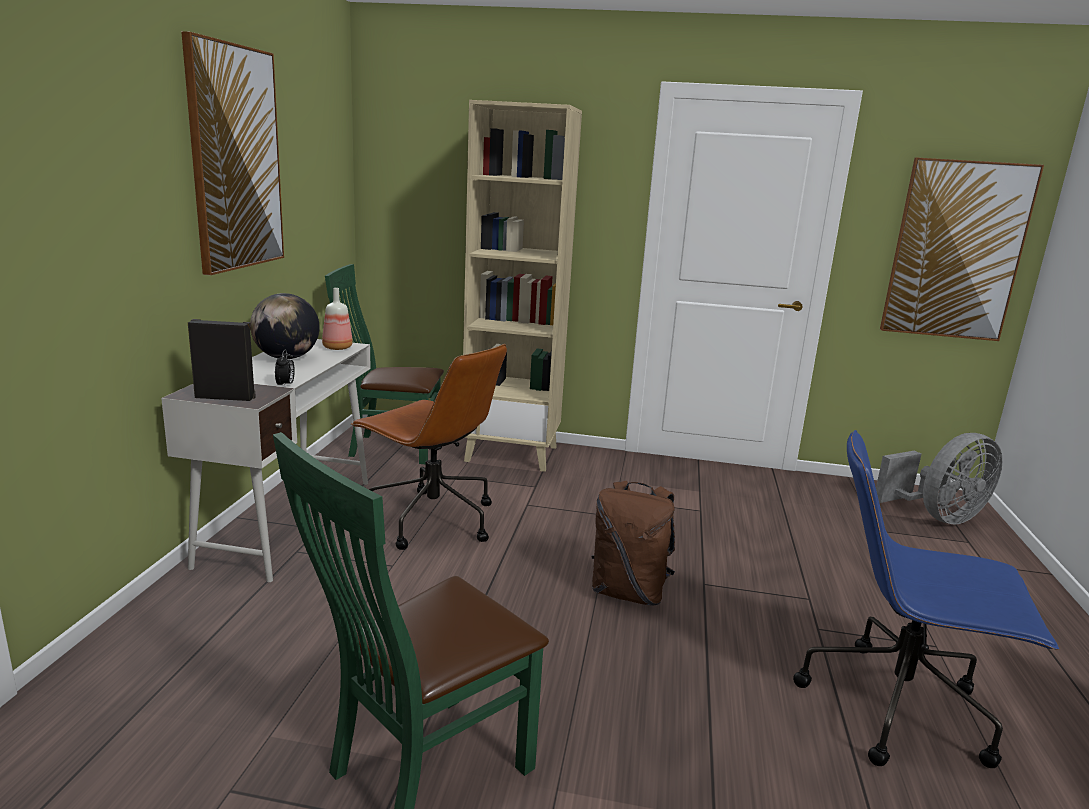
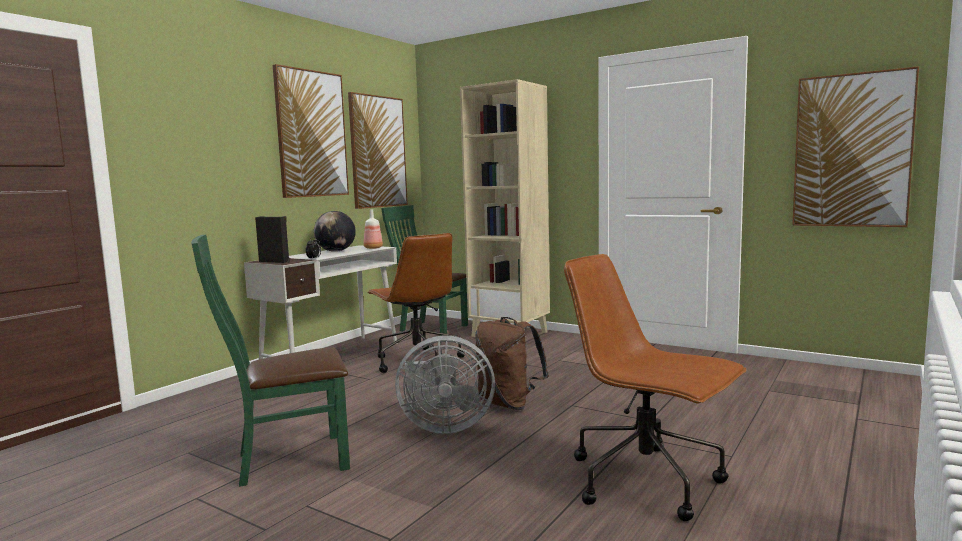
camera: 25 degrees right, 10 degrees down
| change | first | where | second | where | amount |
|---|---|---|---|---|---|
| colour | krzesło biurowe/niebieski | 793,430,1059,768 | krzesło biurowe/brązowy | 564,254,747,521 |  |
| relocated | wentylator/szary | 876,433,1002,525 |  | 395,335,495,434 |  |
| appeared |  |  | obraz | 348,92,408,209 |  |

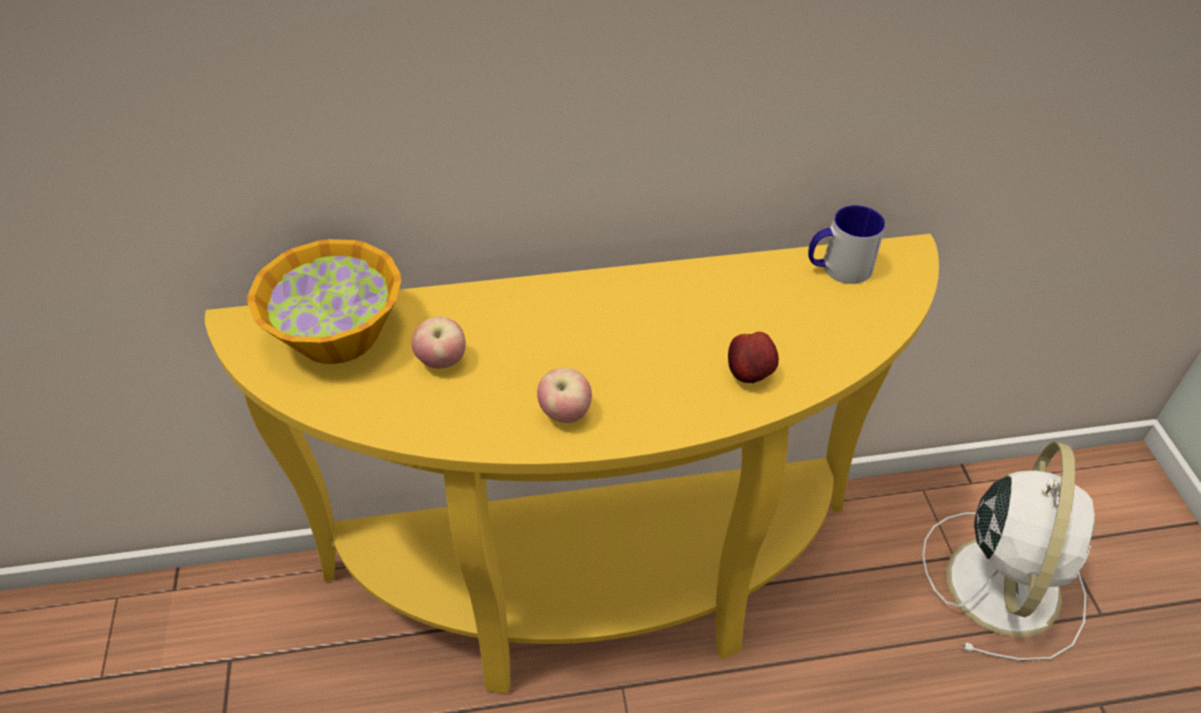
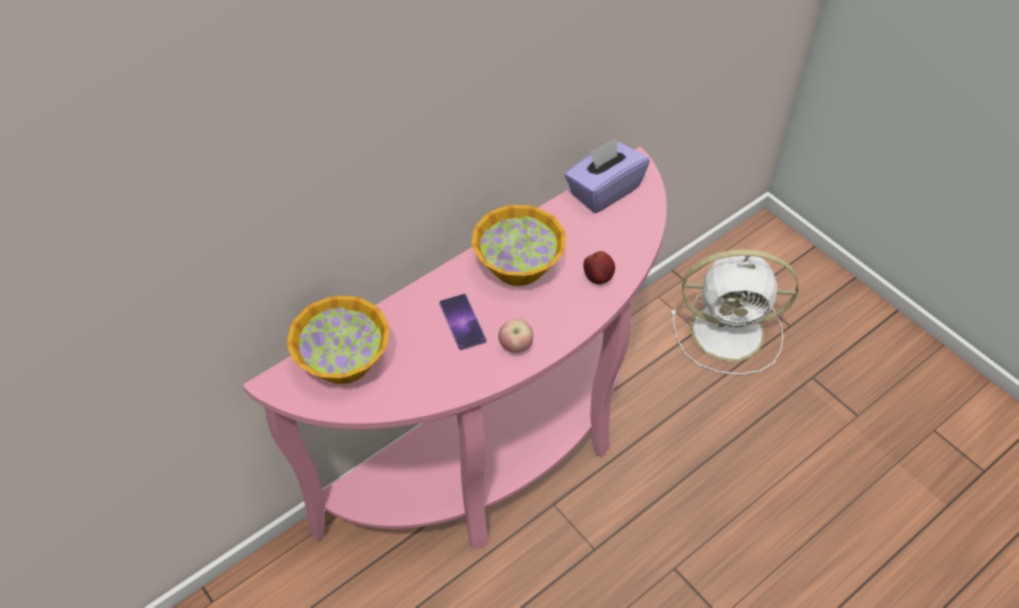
camera: 30 degrees left, 5 degrees up
| change | first | where | second | where | amount |
|---|---|---|---|---|---|
| exchanged | kubek | 808,205,885,284 | pudełko chusteczek/fioletowy | 565,138,650,213 |  |
| colour | stolik konsolowy/żółty | 205,234,939,694 | stolik konsolowy/różowy | 243,147,667,550 |  |
| missing | jabłko | 412,316,466,369 |  |  |  |
| spun | wentylator/biały | 922,442,1095,661 |  | 671,249,798,375 | 105 degrees clockwise |
| appeared |  |  | miska | 472,205,566,286 |  |
| appeared |  |  | telefon | 439,294,487,350 |  |

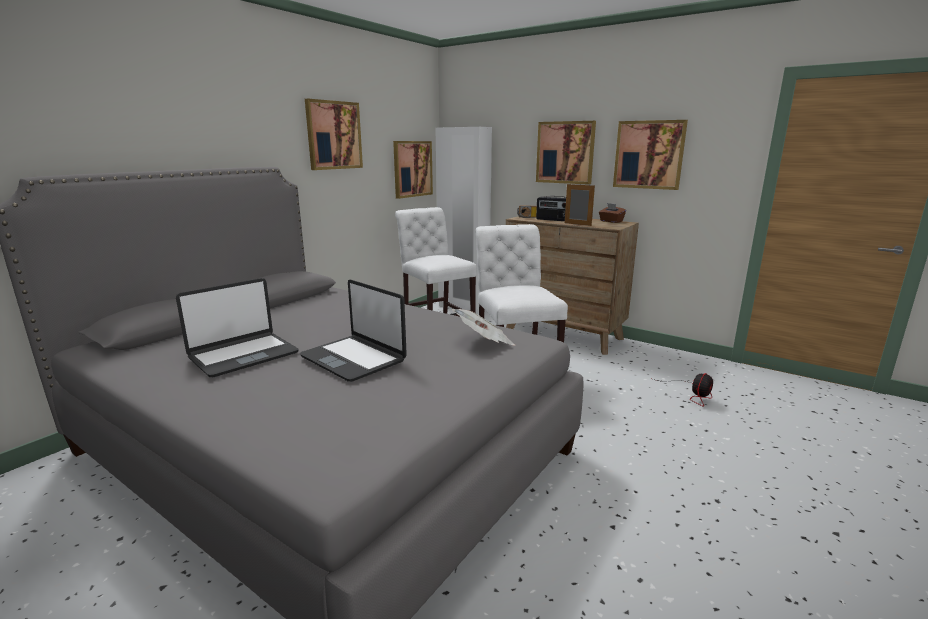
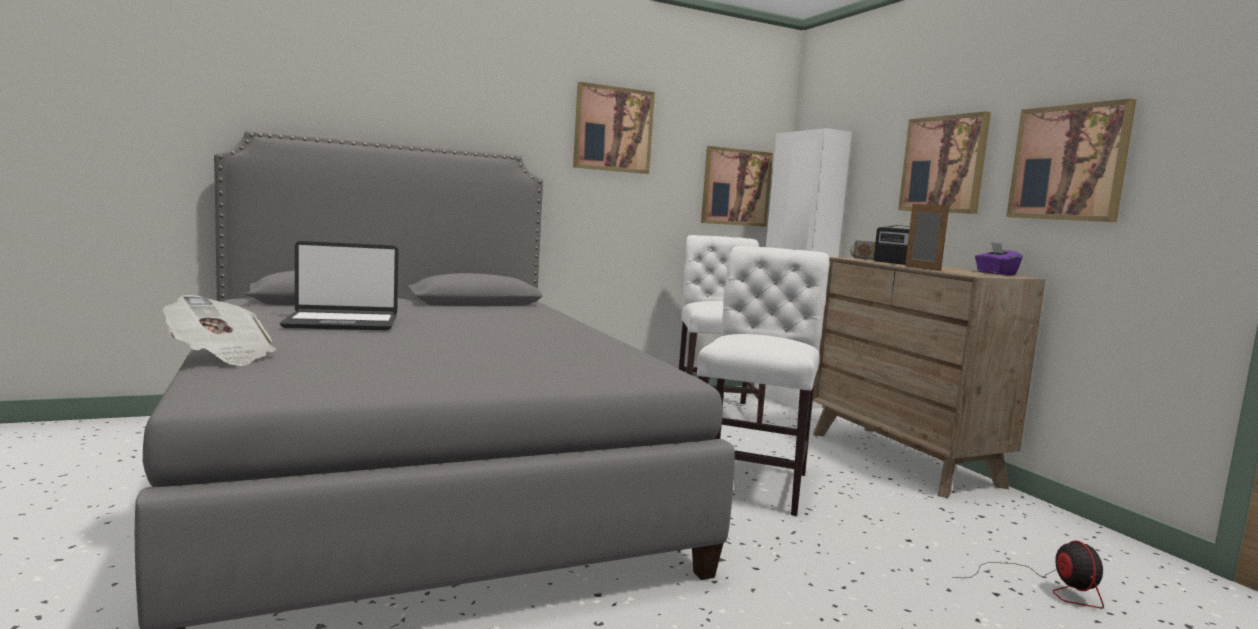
camera: 30 degrees right, 10 degrees down
| change | first | where | second | where | amount |
|---|---|---|---|---|---|
| colour | pudełko chusteczek/brązowy | 599,203,626,223 | pudełko chusteczek/fioletowy | 975,242,1023,275 |  |
| missing | laptop | 300,280,407,382 |  |  |  |
| relocated | gazeta | 452,309,515,345 |  | 163,295,276,366 |  |
| spun | wentylator | 653,373,713,407 |  | 952,541,1104,609 | 75 degrees counterclockwise |

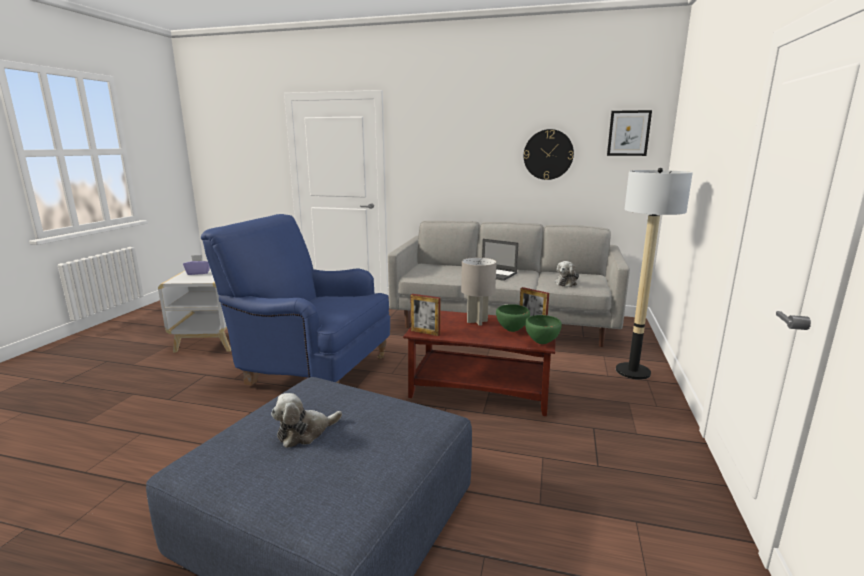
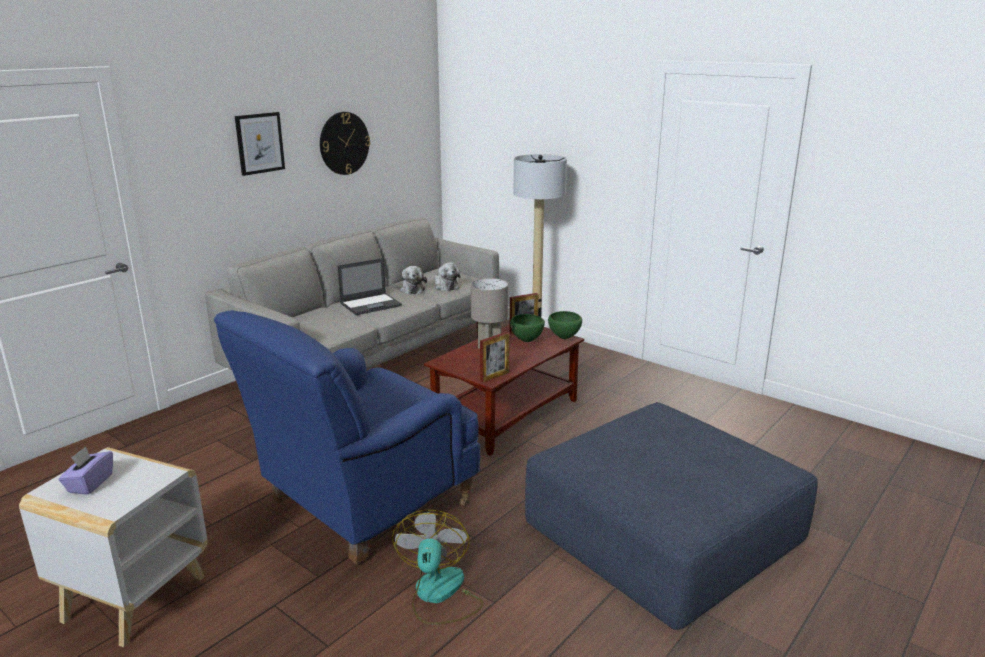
camera: 65 degrees left, 5 degrees up
| change | first | where | second | where | amount |
|---|---|---|---|---|---|
| relocated | obraz | 607,110,652,156 |  | 235,112,285,176 |  |
| relocated | pluszak | 271,393,342,448 |  | 400,266,427,294 |  |
| appeared |  |  | wentylator | 392,510,484,624 |  |

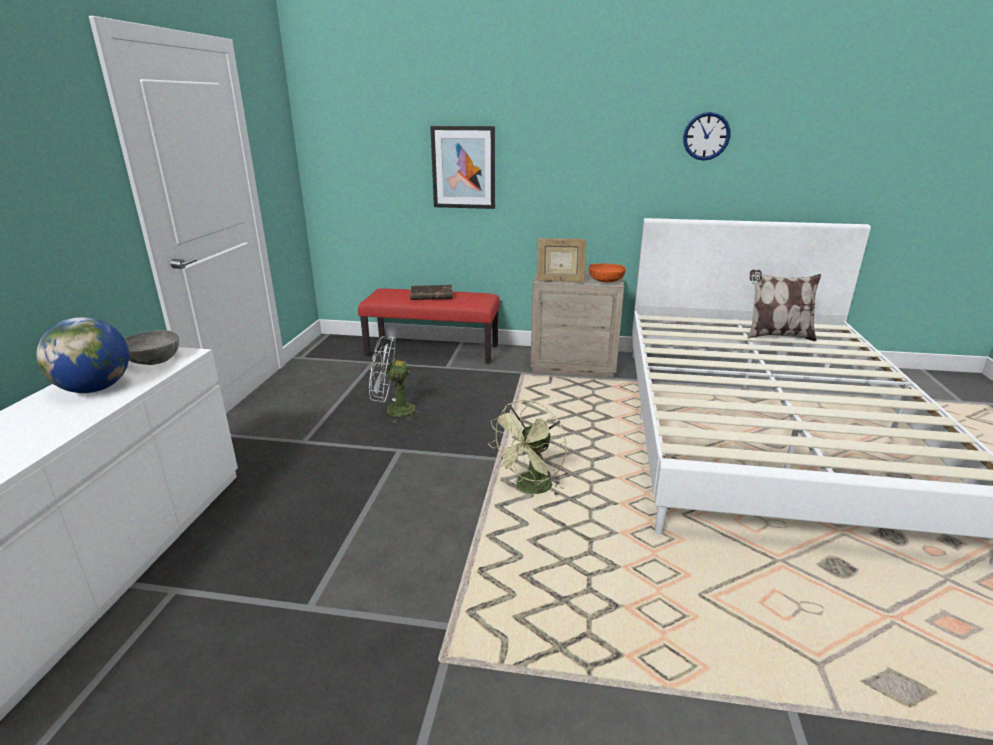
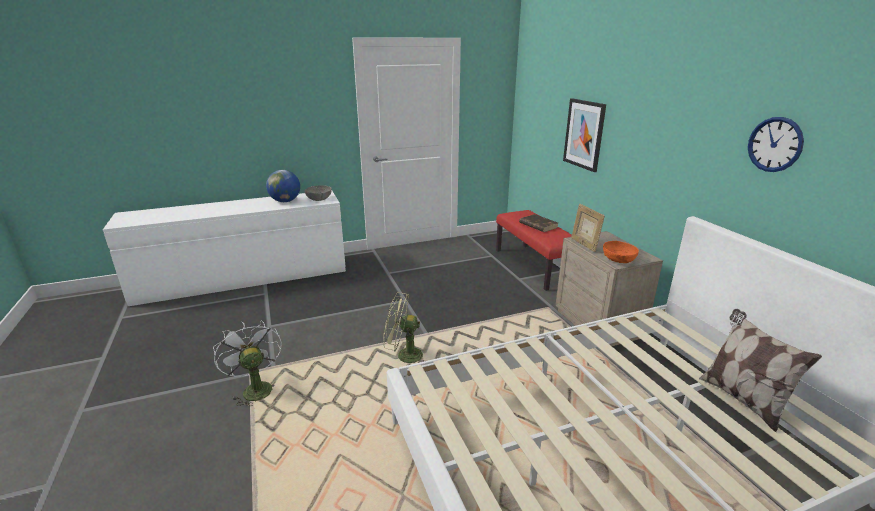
camera: 60 degrees right, 0 degrees up
| change | first | where | second | where | amount |
|---|---|---|---|---|---|
| relocated | wentylator/biały | 369,336,424,423 |  | 213,320,282,406 |  |

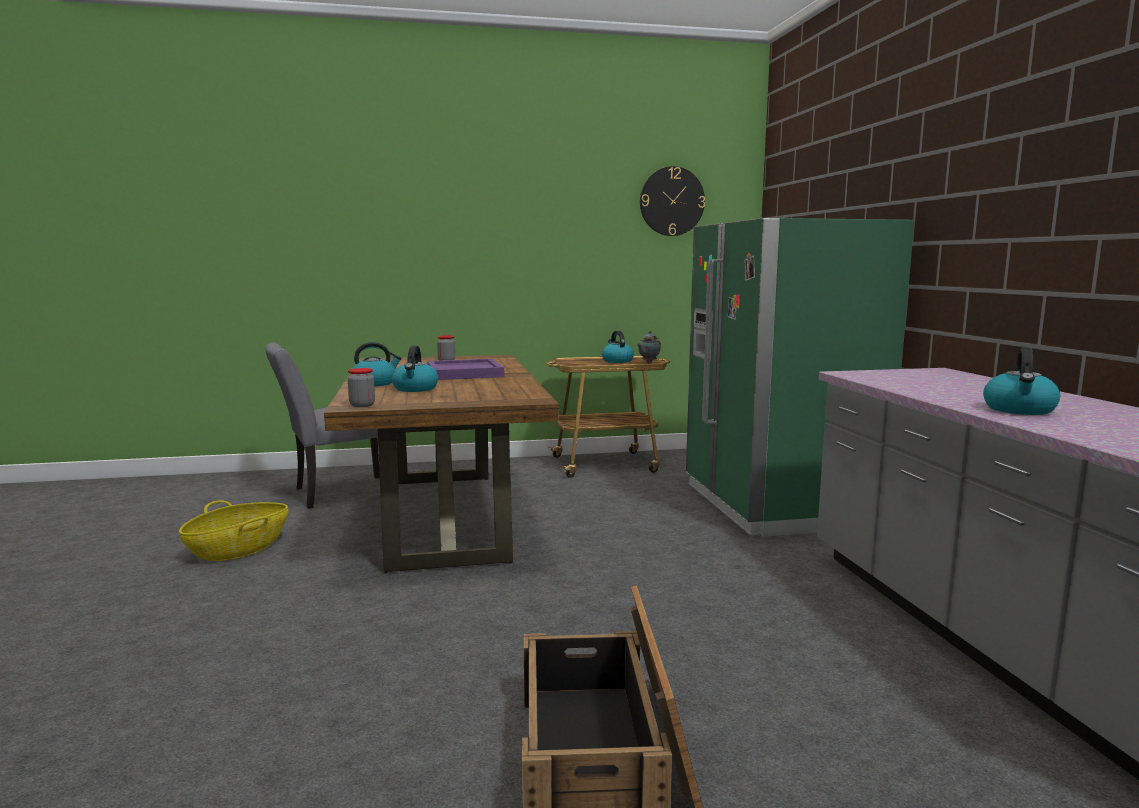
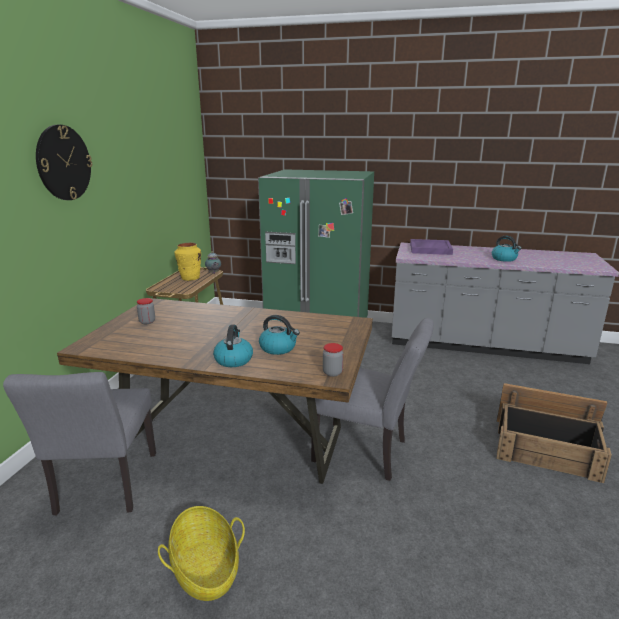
camera: 65 degrees left, 10 degrees up
| change | first | where | second | where | amount |
|---|---|---|---|---|---|
| relocated | zegar ścienny | 640,166,705,236 |  | 36,125,92,200 |  |
| exchanged | czajnik | 602,331,634,363 | wazon/żółty | 174,243,201,281 |  |
| relocated | taca/fioletowy | 427,359,504,380 |  | 410,239,453,255 |  |
| appeared |  |  | krzesło/szary | 311,318,434,481 |  |

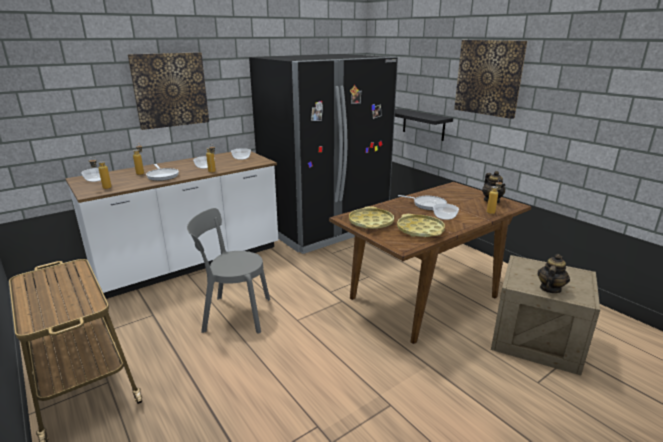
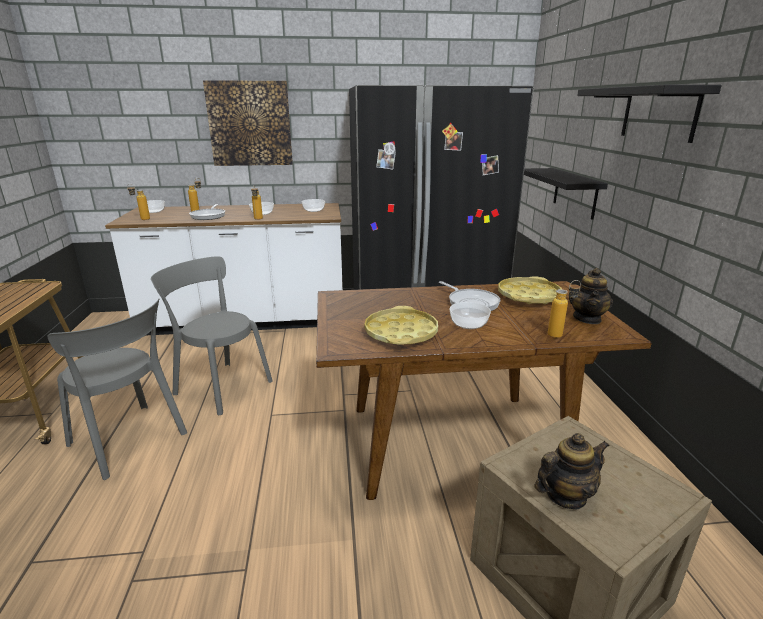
camera: 30 degrees right, 0 degrees up
| change | first | where | second | where | amount |
|---|---|---|---|---|---|
| exchanged | obraz | 454,40,527,119 | półka/czarny | 577,85,722,143 |  |
| relocated | taca/żółty | 349,206,394,229 |  | 498,276,562,304 |  |
| appeared |  |  | krzesło/szary | 48,299,187,480 |  |

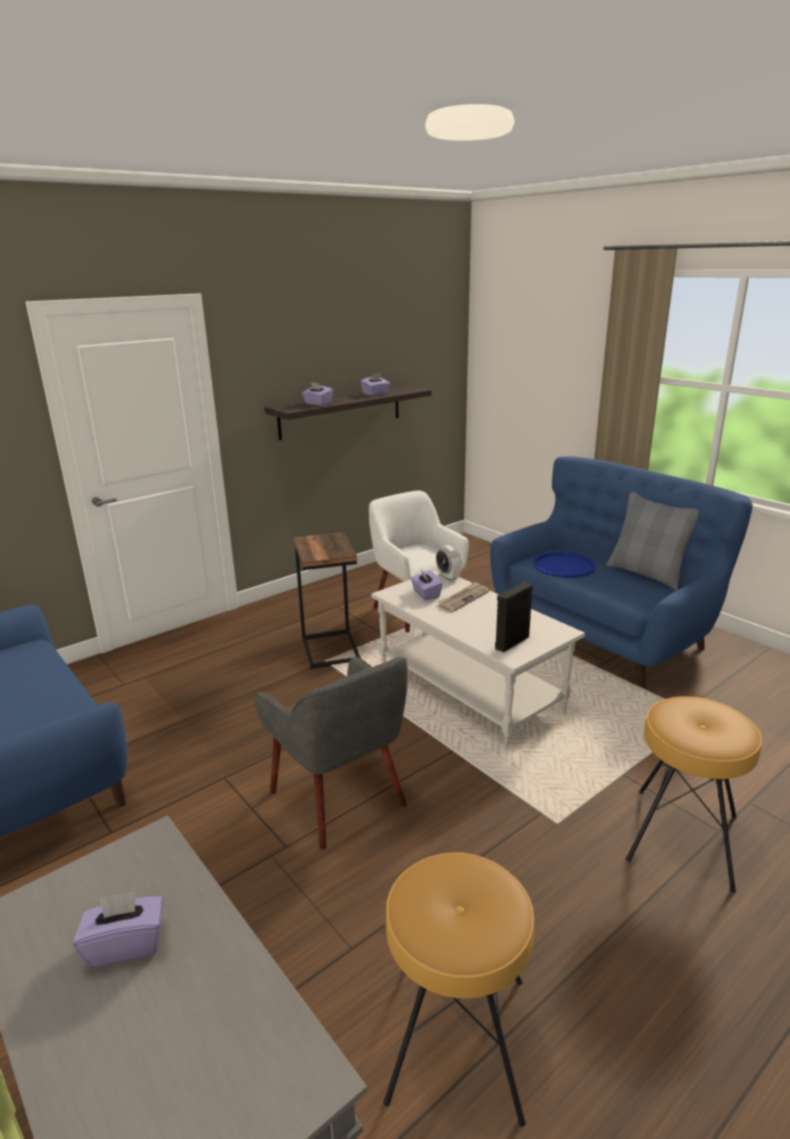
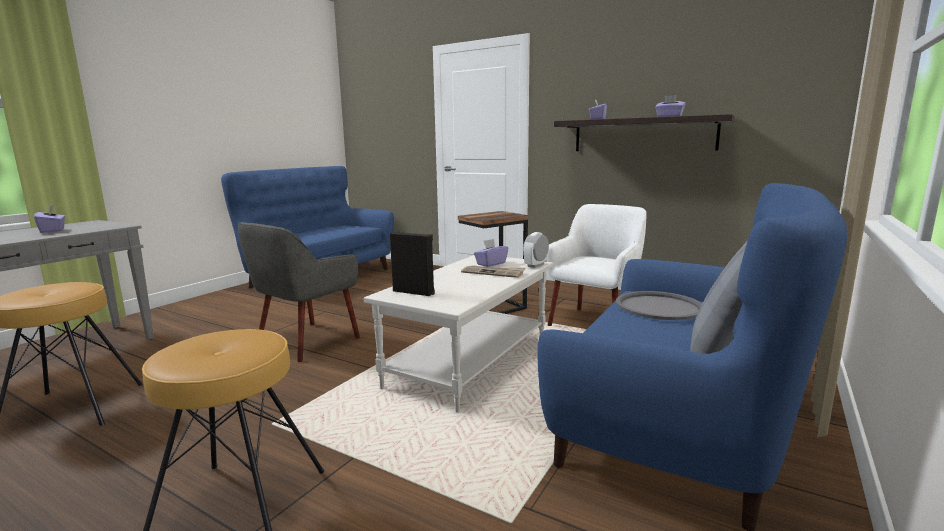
camera: 70 degrees right, 10 degrees down
| change | first | where | second | where | amount |
|---|---|---|---|---|---|
| colour | taca/niebieski | 533,552,596,578 | taca/szary | 616,291,702,320 |  |

